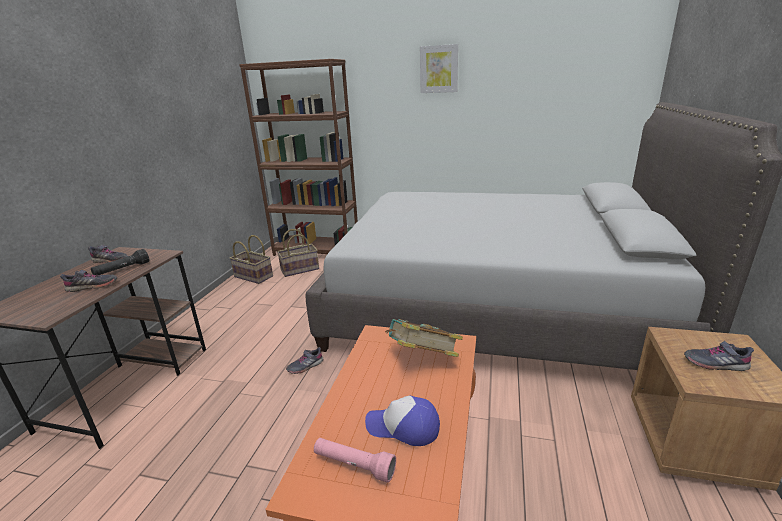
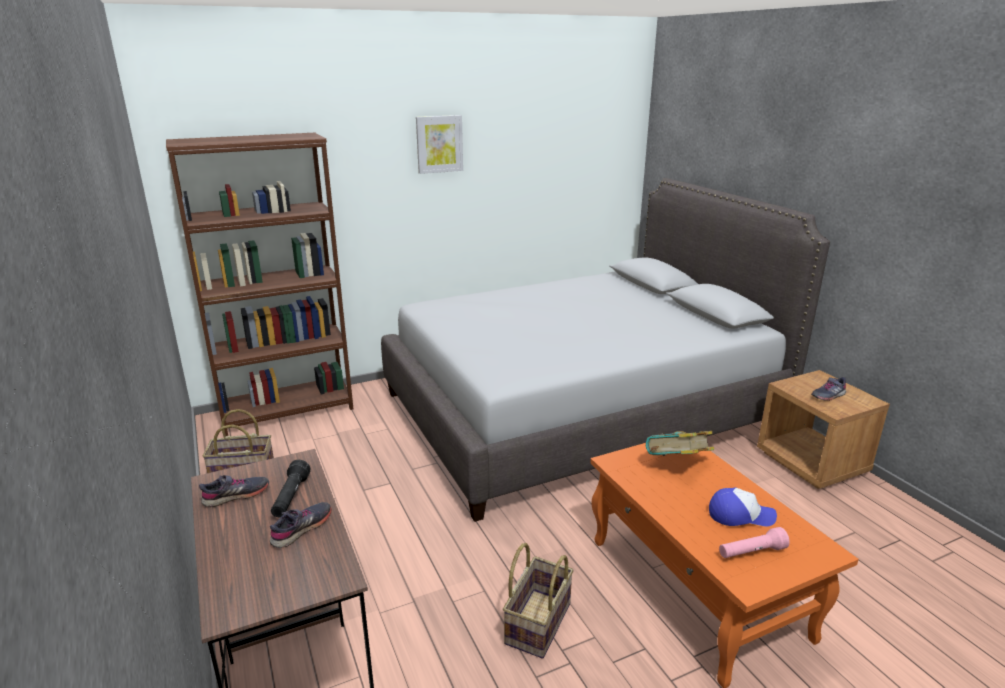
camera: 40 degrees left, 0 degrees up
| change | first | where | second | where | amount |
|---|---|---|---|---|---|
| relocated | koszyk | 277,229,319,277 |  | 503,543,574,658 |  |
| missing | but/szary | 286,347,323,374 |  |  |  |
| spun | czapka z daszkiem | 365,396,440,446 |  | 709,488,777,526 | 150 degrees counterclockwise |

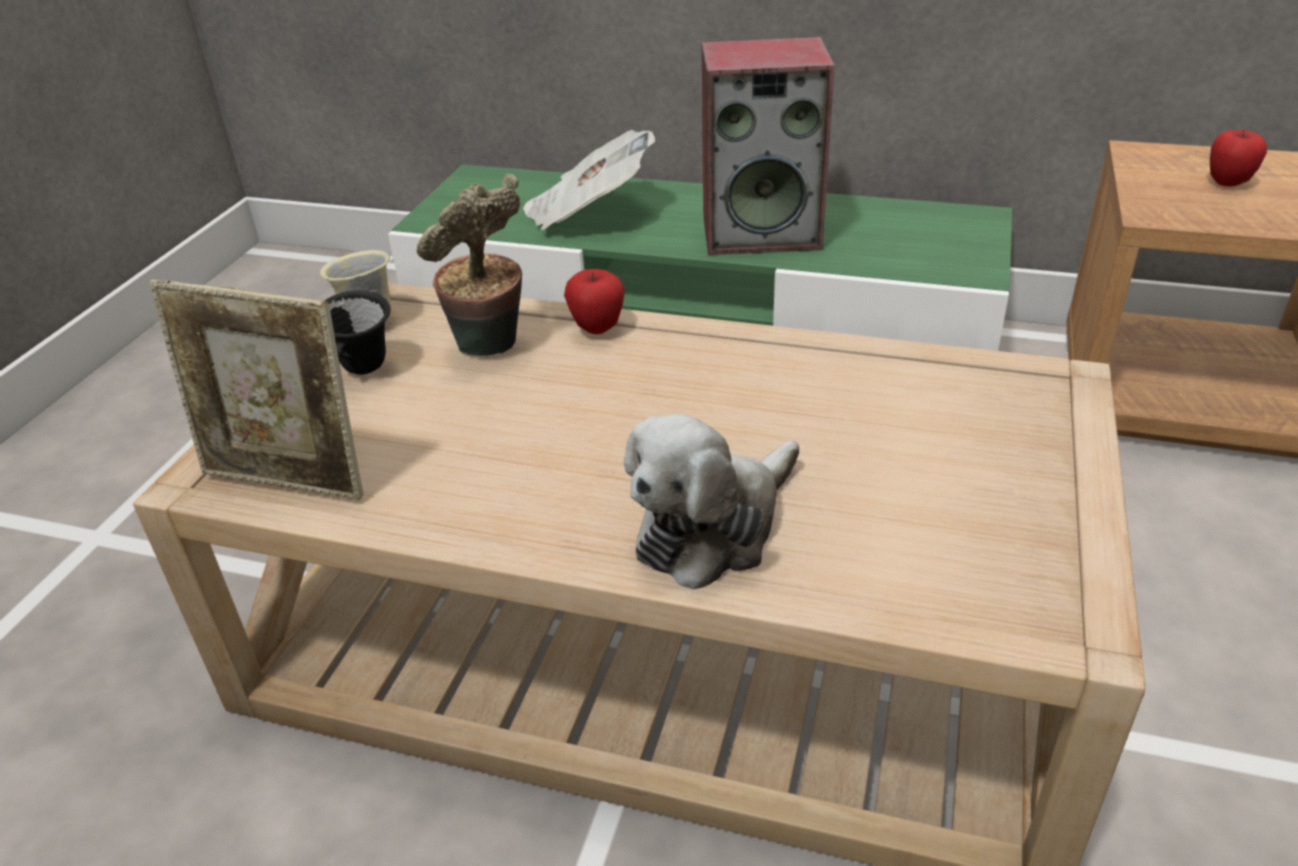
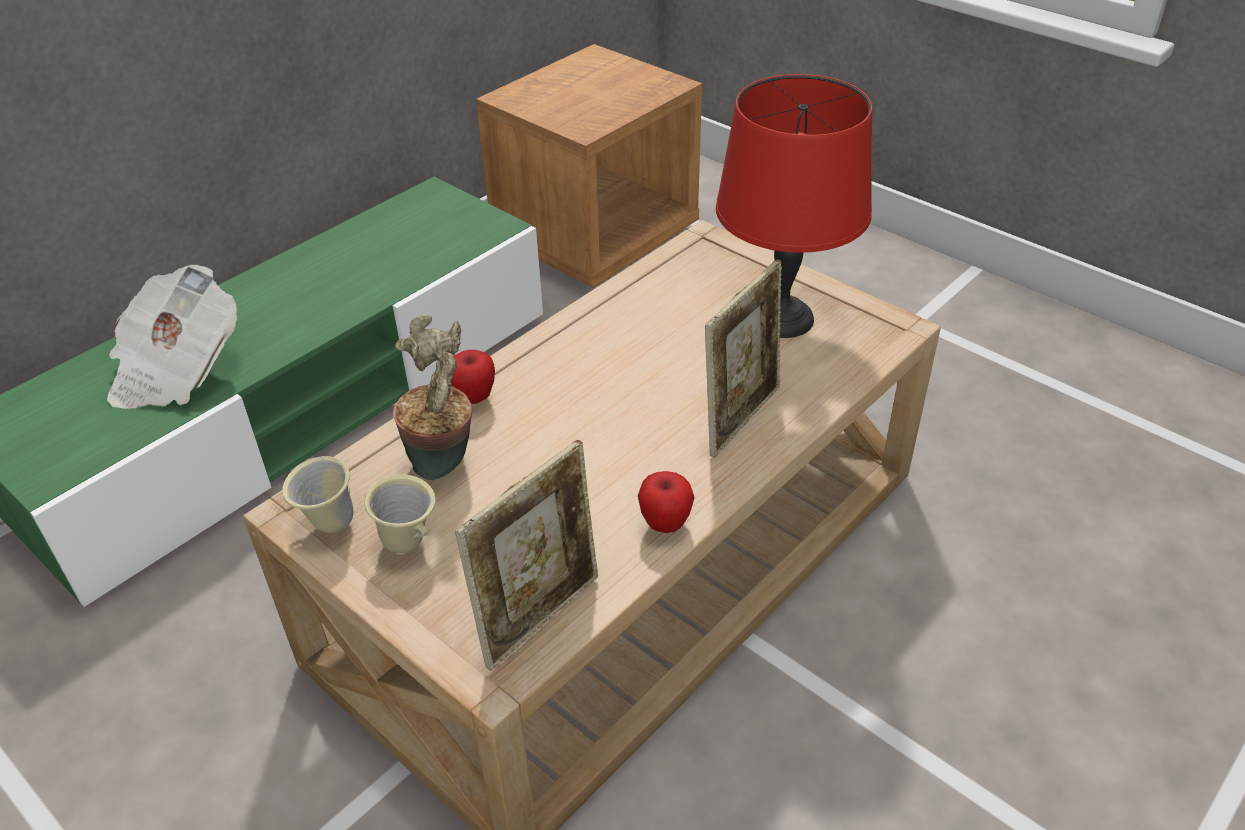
camera: 65 degrees left, 5 degrees up
| change | first | where | second | where | amount |
|---|---|---|---|---|---|
| missing | głośnik | 702,37,835,255 |  |  |  |
| relocated | jabłko | 1210,130,1267,186 |  | 638,471,694,533 |  |
| colour | kubek/czarny | 325,290,390,375 | kubek/beżowy | 364,475,436,553 |  |
| exchanged | pluszak | 624,414,799,589 | ramka na zdjęcie | 705,260,782,458 |  |
| appeared |  |  | lampa stołowa/czerwony | 716,74,873,338 |  |

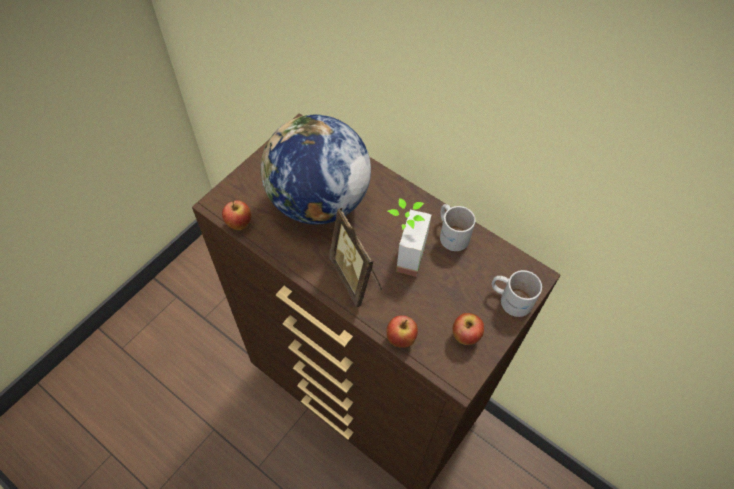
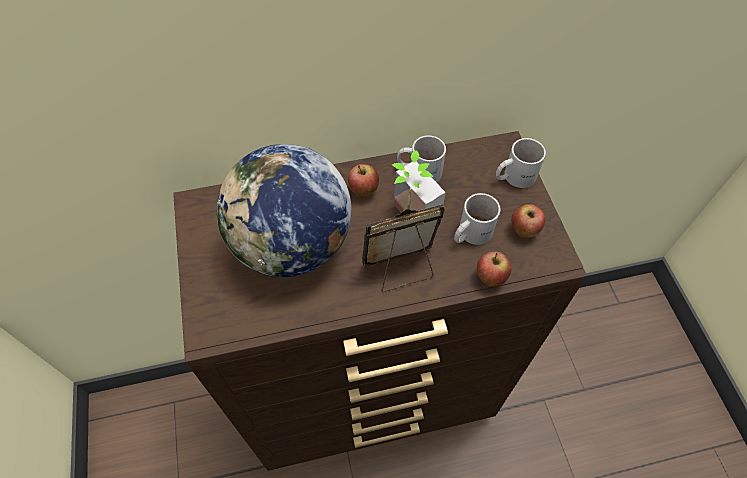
camera: 50 degrees left, 0 degrees up
| change | first | where | second | where | amount |
|---|---|---|---|---|---|
| relocated | jabłko | 222,200,251,230 |  | 348,164,379,196 |  |
| spun | ramka na zdjęcie | 329,208,382,308 |  | 362,204,445,292 | 150 degrees clockwise |
| appeared |  |  | kubek/biały | 454,193,500,245 |  |

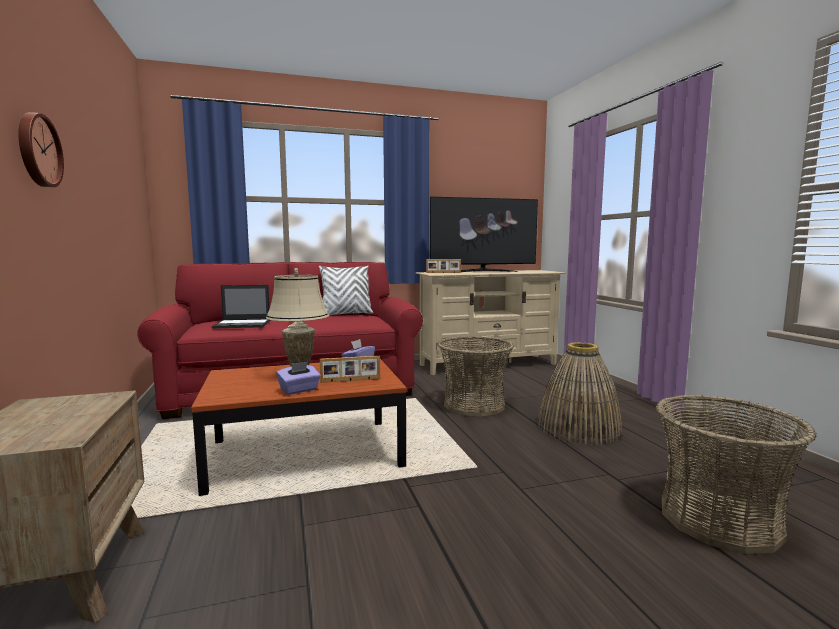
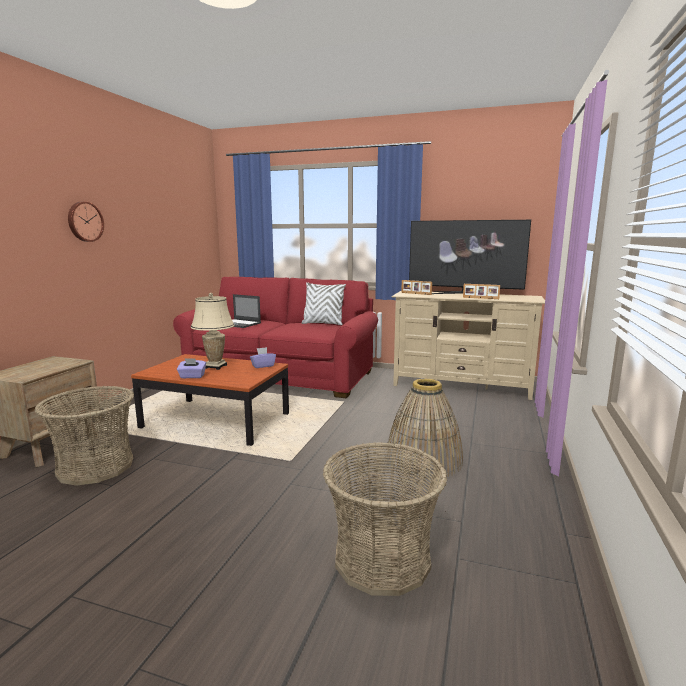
camera: 35 degrees right, 5 degrees up
| change | first | where | second | where | amount |
|---|---|---|---|---|---|
| relocated | koszyk | 437,336,514,417 |  | 35,386,134,485 |  |
| relocated | ramka na zdjęcie | 320,356,380,383 |  | 463,284,500,299 |  |

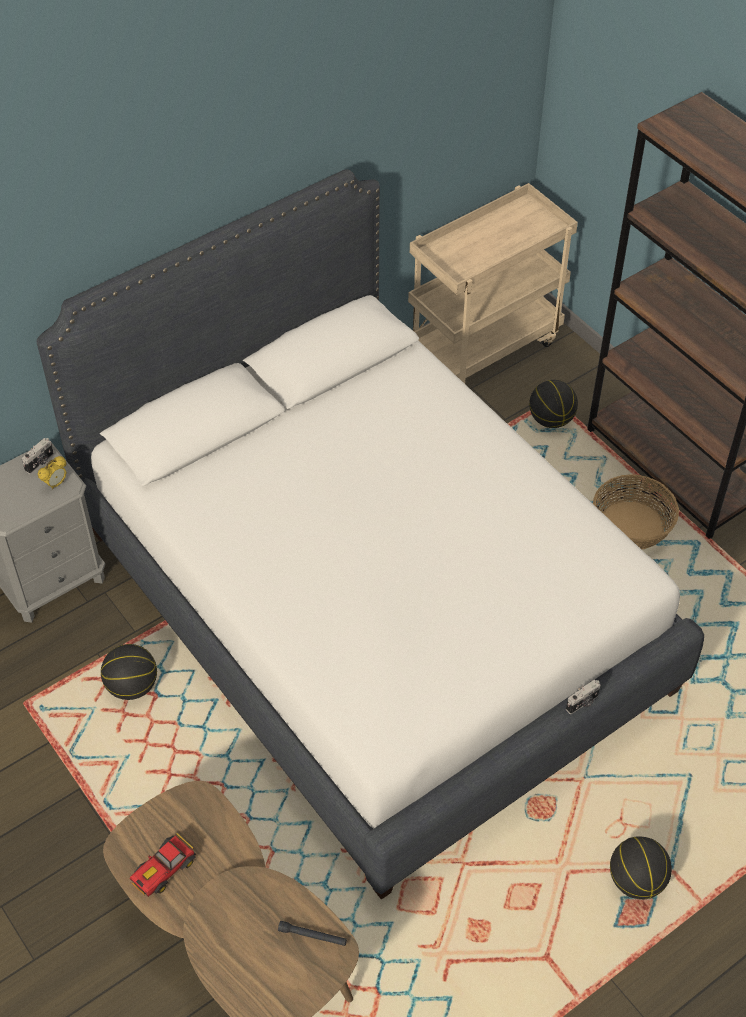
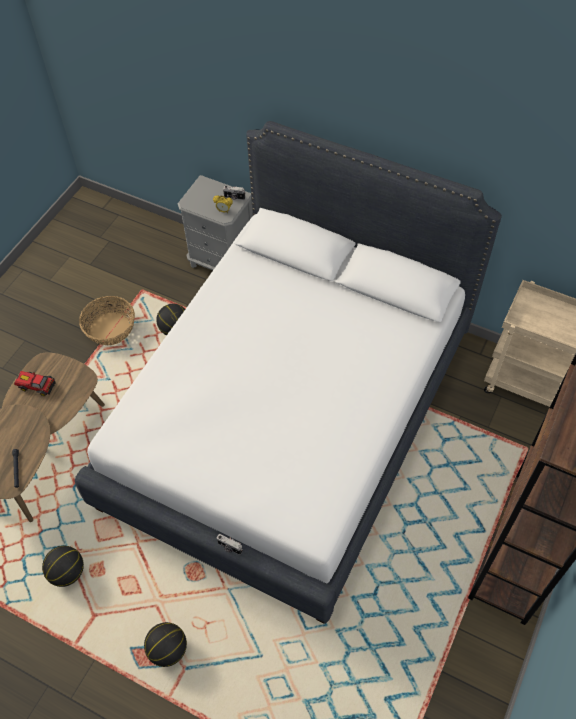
camera: 65 degrees right, 5 degrees up
| change | first | where | second | where | amount |
|---|---|---|---|---|---|
| relocated | piłka do koszykówki | 529,380,578,428 |  | 42,546,84,587 |  |
| relocated | koszyk | 593,474,679,550 |  | 79,296,135,345 |  |

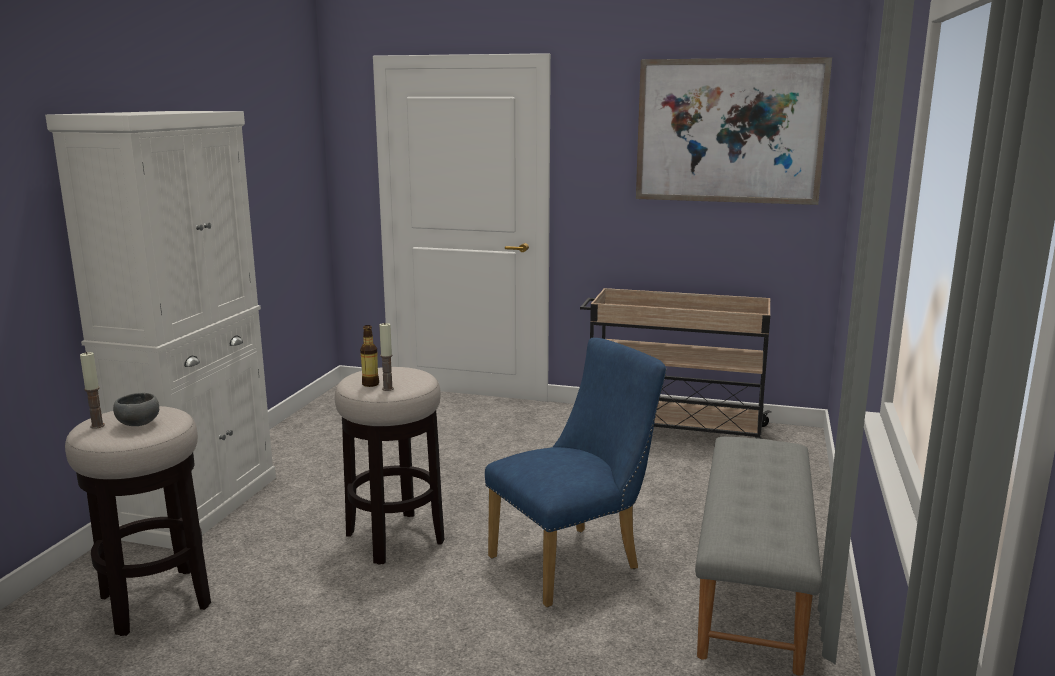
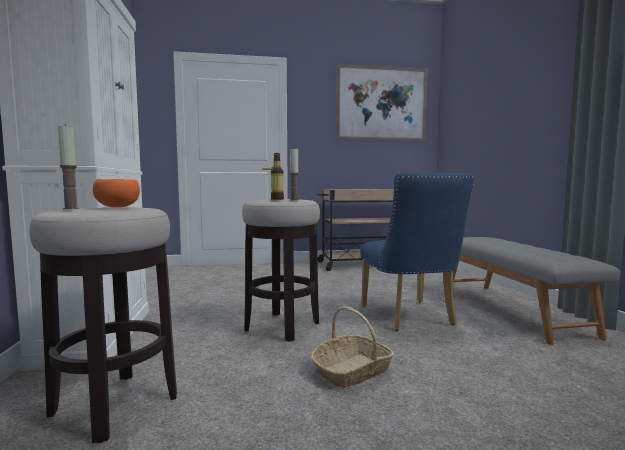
camera: 25 degrees left, 10 degrees down
| change | first | where | second | where | amount |
|---|---|---|---|---|---|
| spun | krzesło/niebieski | 485,338,667,607 |  | 360,173,475,331 | 135 degrees clockwise |
| colour | miska/szary | 113,393,159,426 | miska/pomarańczowy | 93,179,140,207 |  |
| appeared |  |  | koszyk | 310,306,394,388 |  |

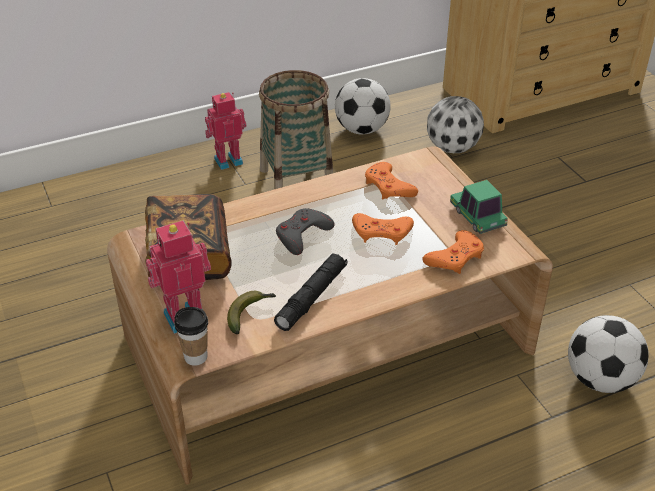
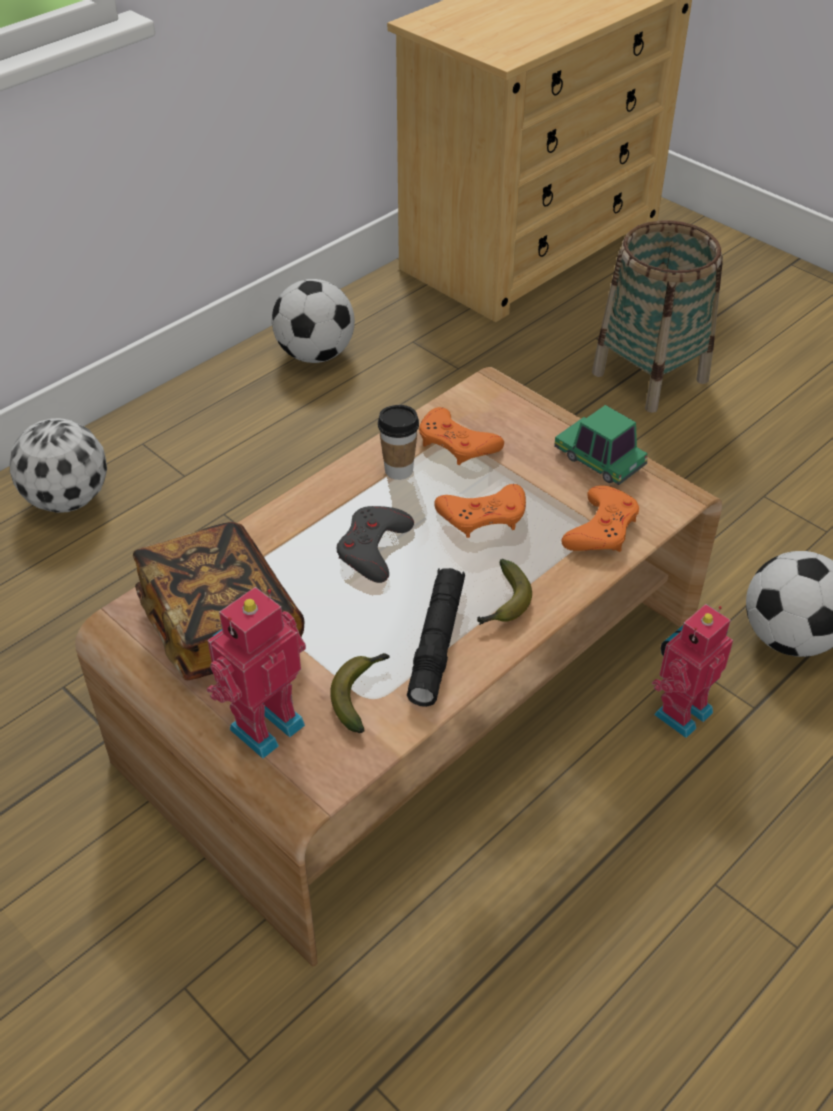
camera: 20 degrees left, 5 degrees up
| change | first | where | second | where | amount |
|---|---|---|---|---|---|
| relocated | koszyk | 259,70,333,189 |  | 592,221,723,413 |  |
| relocated | robot zabawkowy | 205,92,246,170 |  | 652,604,733,738 |  |
| relocated | piłka futbolowa | 427,96,484,153 |  | 10,418,107,513 |  |
| relocated | filiżanka | 174,307,208,366 |  | 378,405,419,480 |  |
| appeared |  |  | banan | 477,559,532,625 |  |

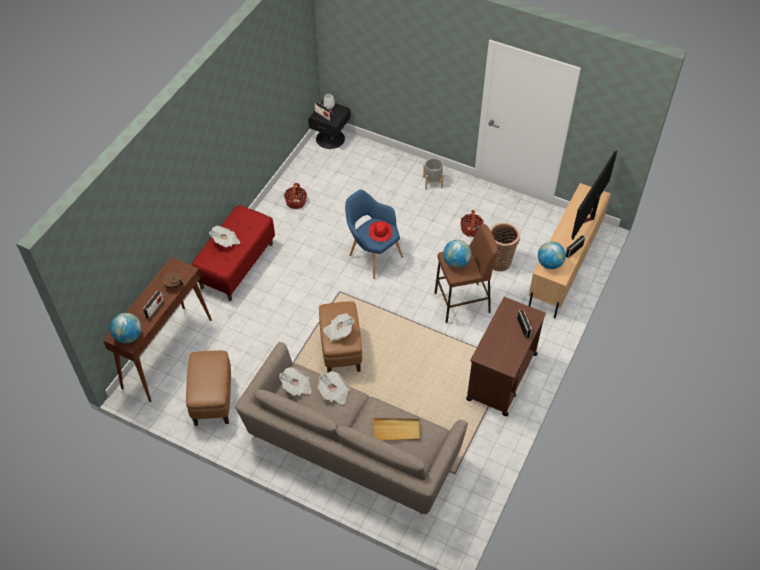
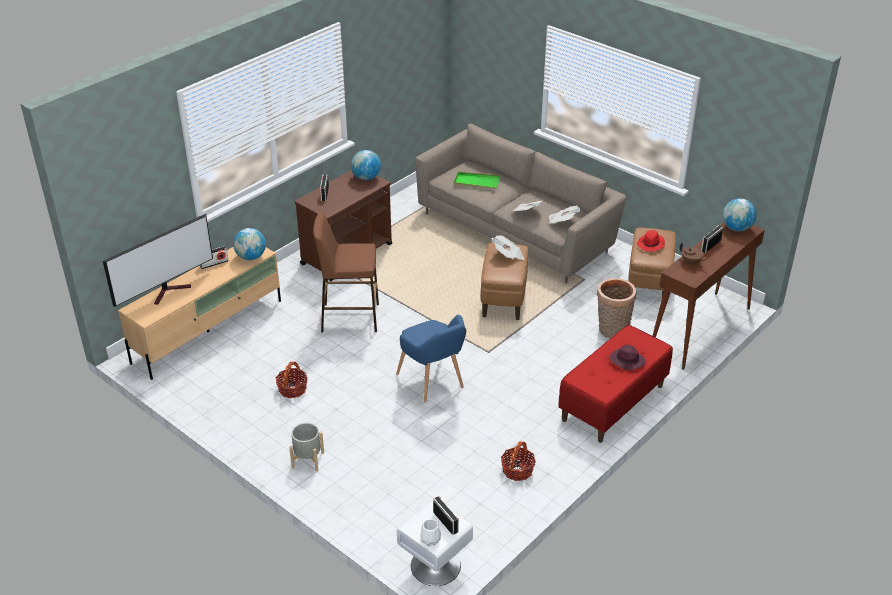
camera: 165 degrees left, 15 degrees down
| change | first | where | second | where | amount |
|---|---|---|---|---|---|
| colour | szafka nocna/czarny | 308,100,351,149 | szafka nocna/biały | 397,500,473,586 |  |
| relocated | kapelusz/czerwony | 369,221,392,242 |  | 637,230,665,252 |  |
| relocated | koszyk | 490,222,520,271 |  | 597,278,636,339 |  |
| exchanged | gazeta | 209,226,240,247 | kapelusz/fioletowy | 610,345,646,370 |  |
| relocated | globus | 443,240,471,268 |  | 351,150,381,180 |  |
| colour | taca/beżowy | 374,418,421,441 | taca/zielony | 454,172,500,189 |  |

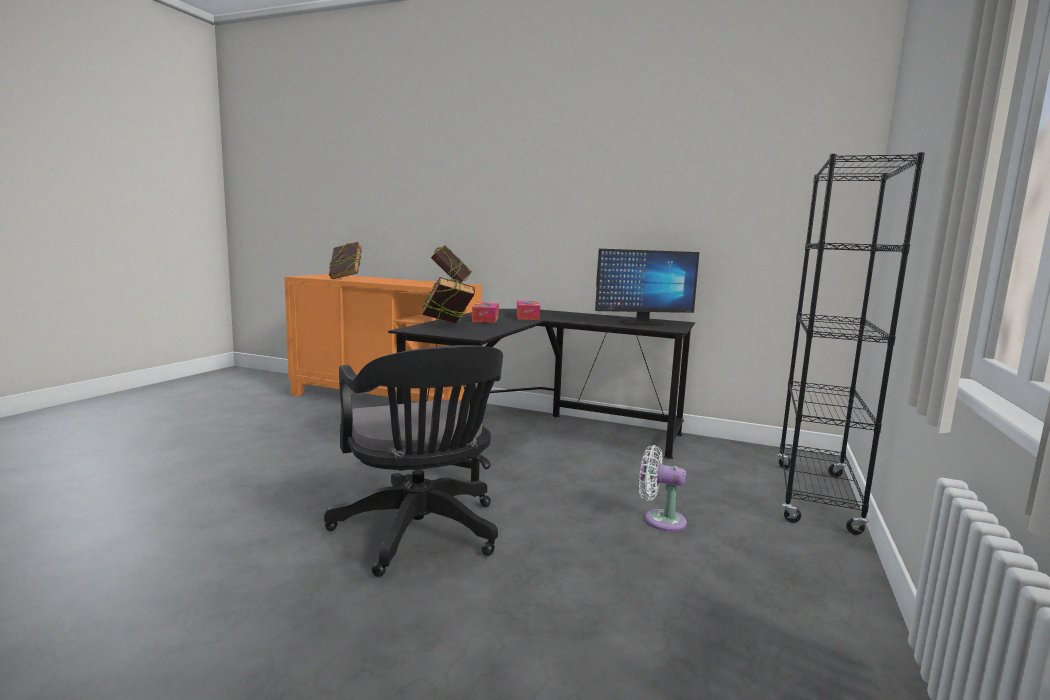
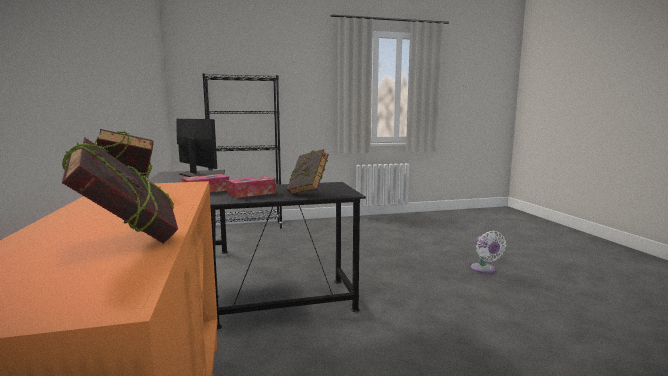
camera: 125 degrees left, 0 degrees up
| change | first | where | second | where | amount |
|---|---|---|---|---|---|
| missing | krzesło biurowe/czarny | 324,345,503,577 |  |  |  |
| relocated | wentylator/biały | 639,445,687,532 |  | 471,231,506,273 |  |

